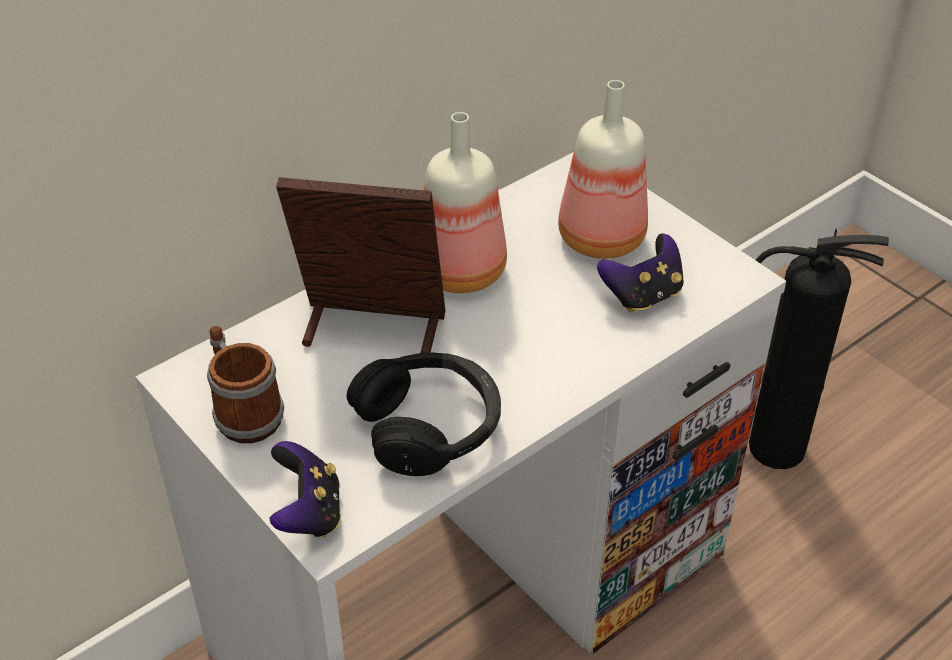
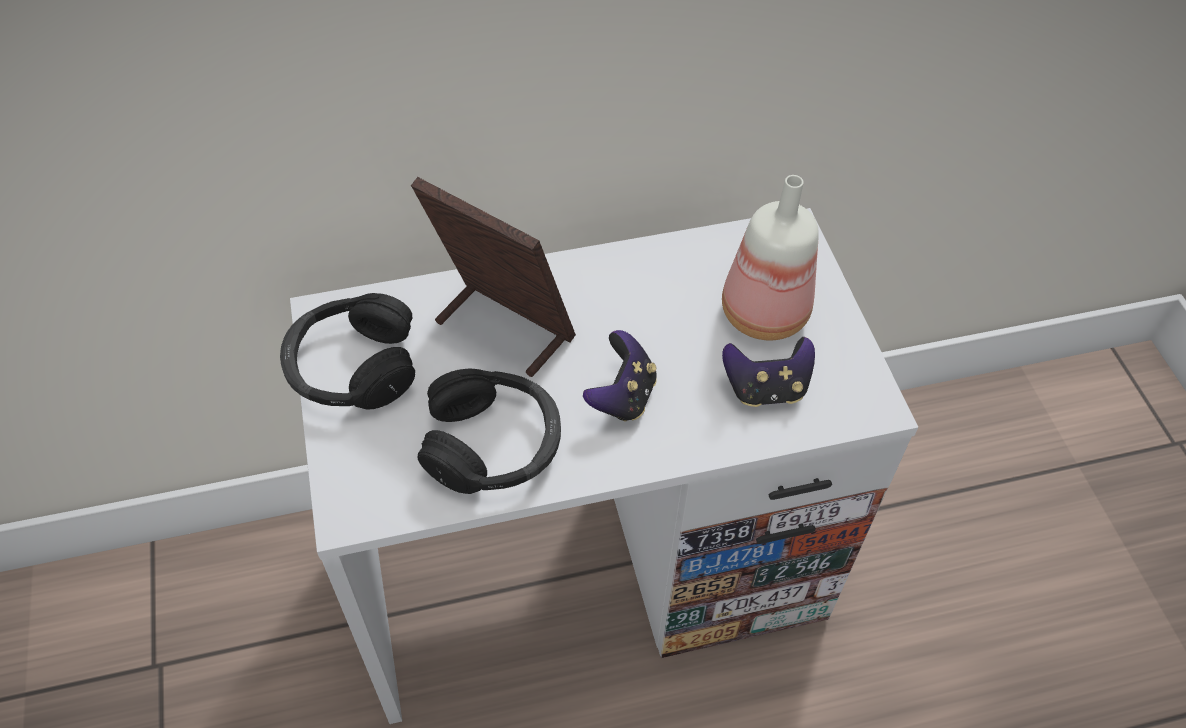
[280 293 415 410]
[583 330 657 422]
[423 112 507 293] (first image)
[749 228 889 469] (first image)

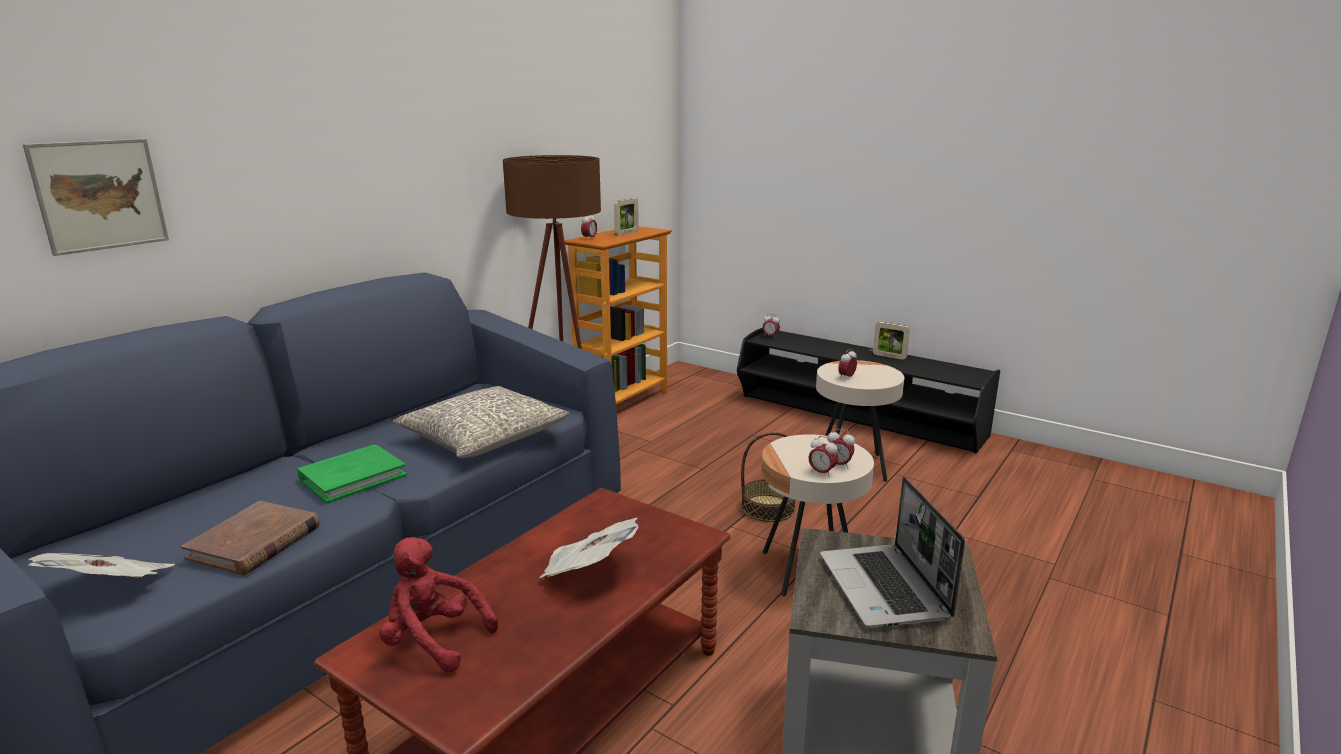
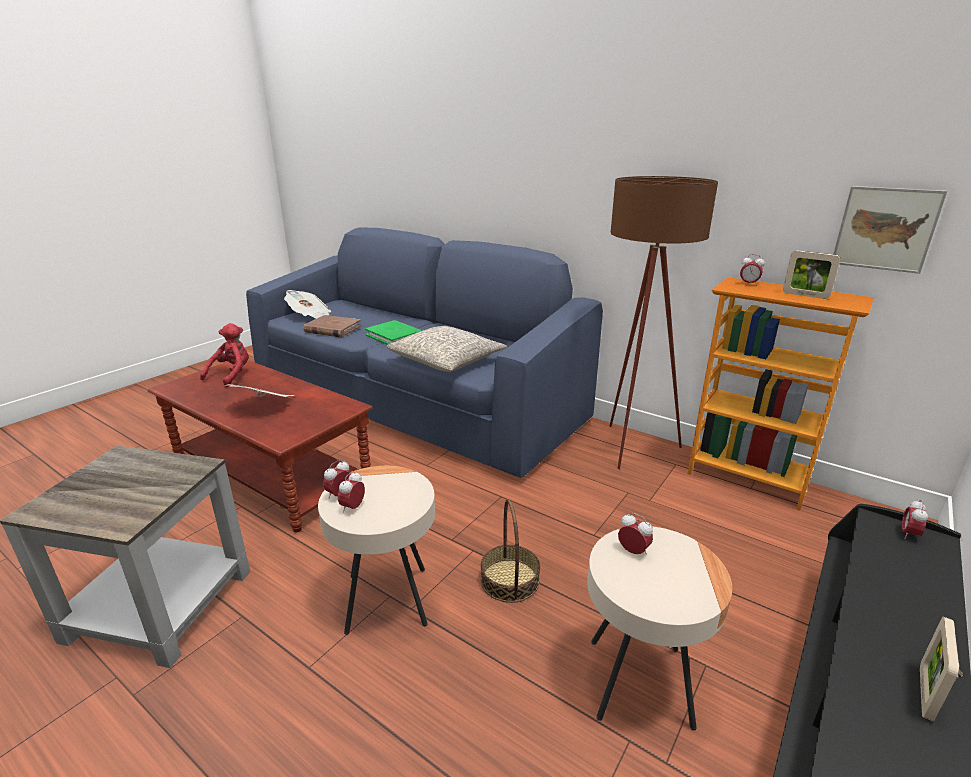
[834 186 947 274]
[820 477 965 628] (first image)

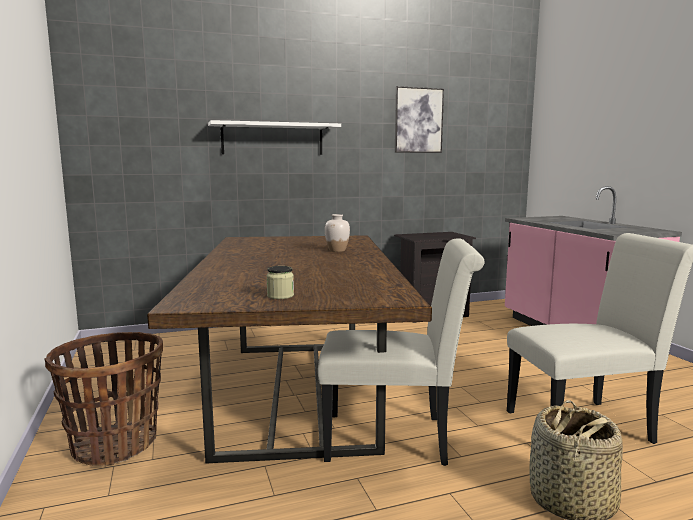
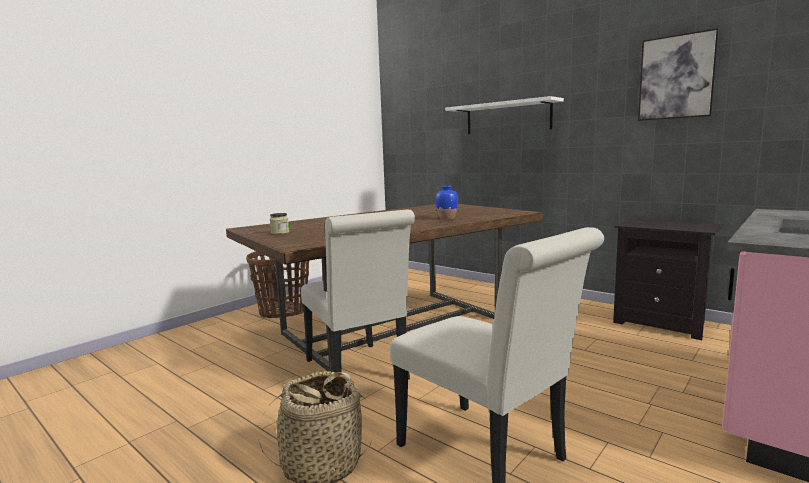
[435 186 458 220]

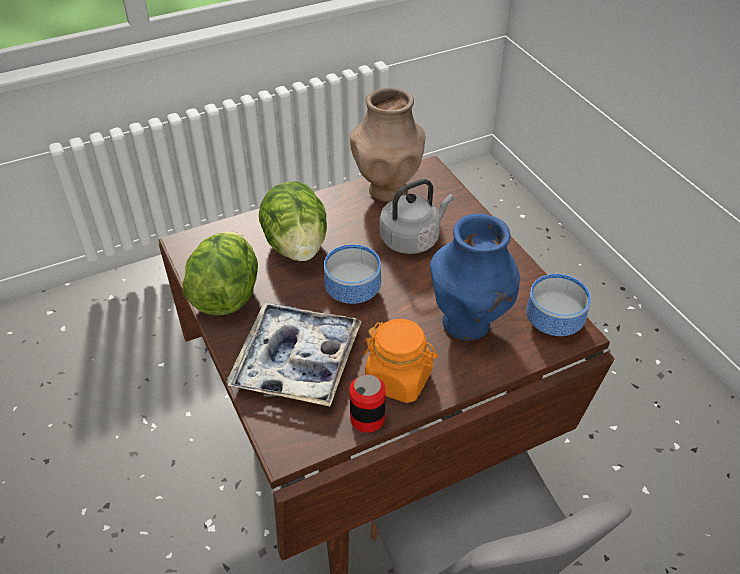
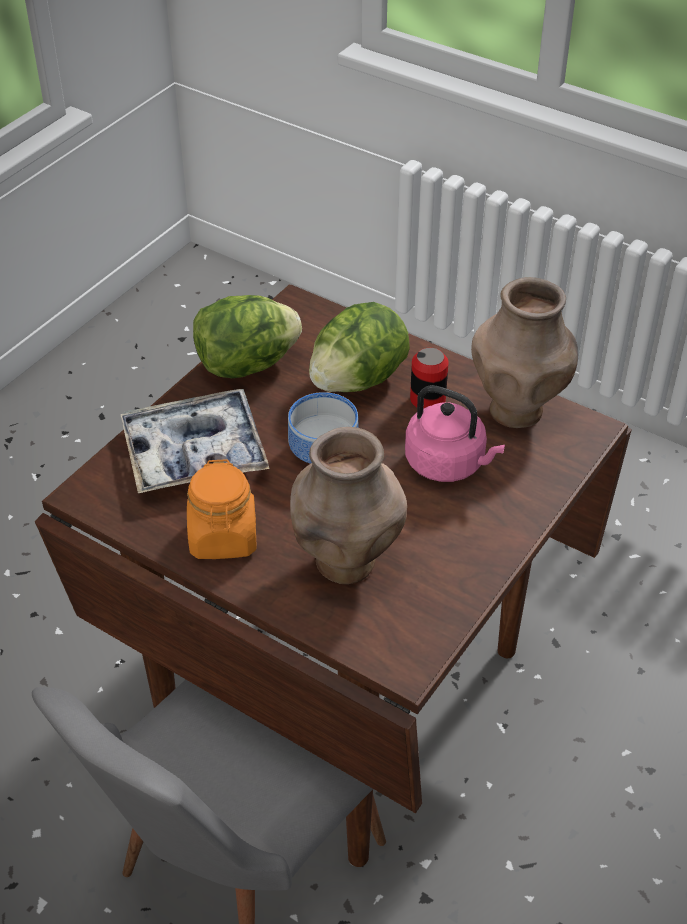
[290 427 407 584]
[405 385 505 482]
[410 348 449 408]
[526 274 591 336] (first image)

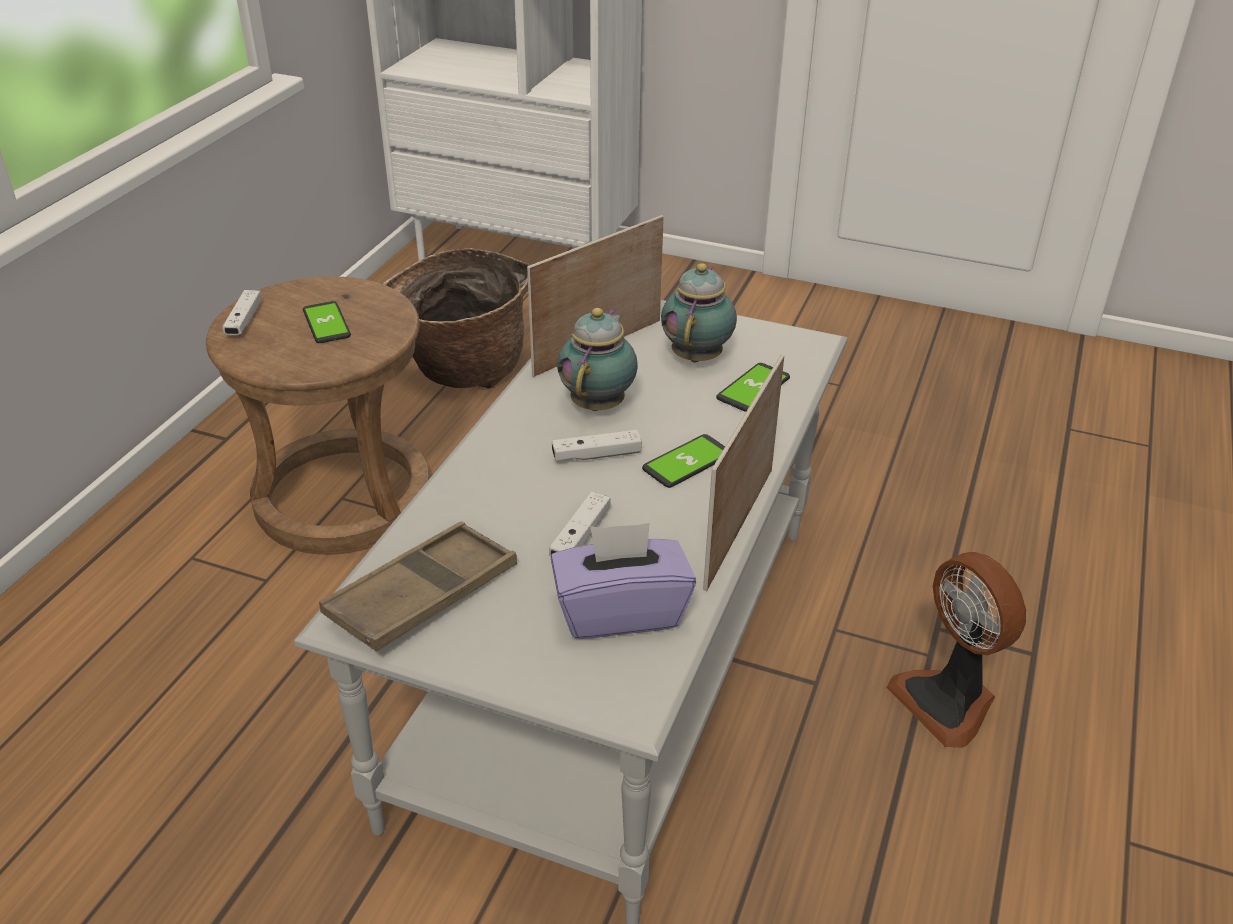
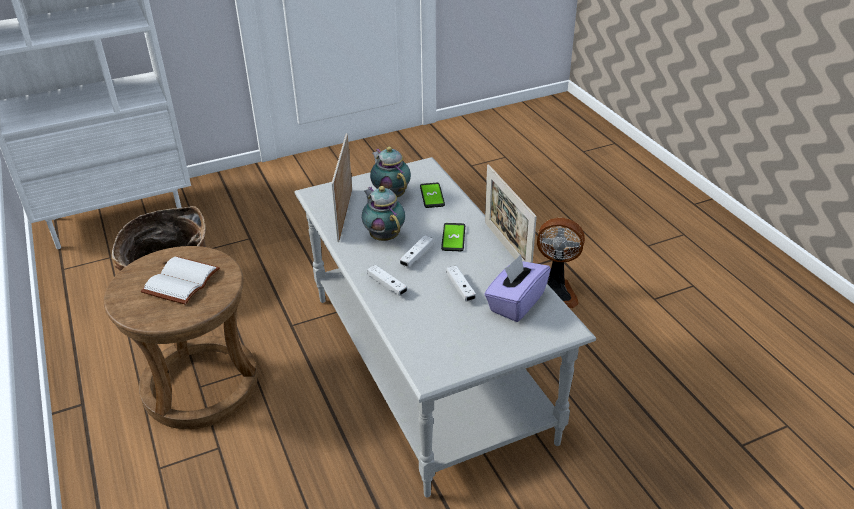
[141 257 220 305]
[367 265 408 296]
[319 521 517 651] (first image)

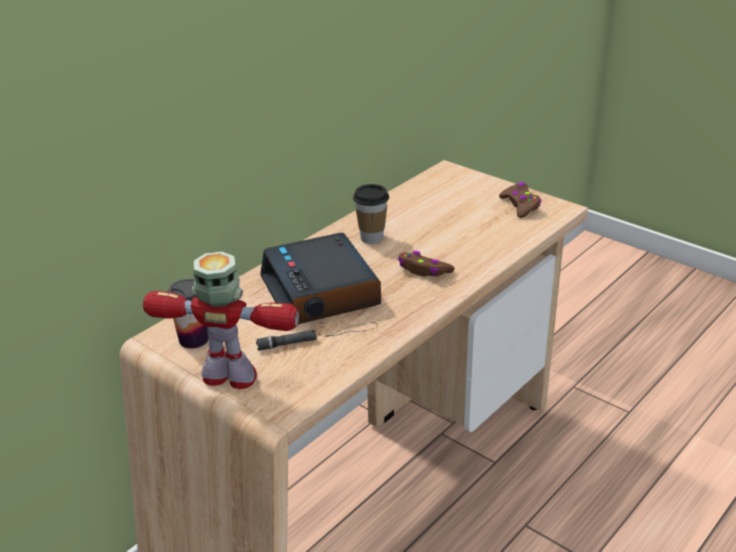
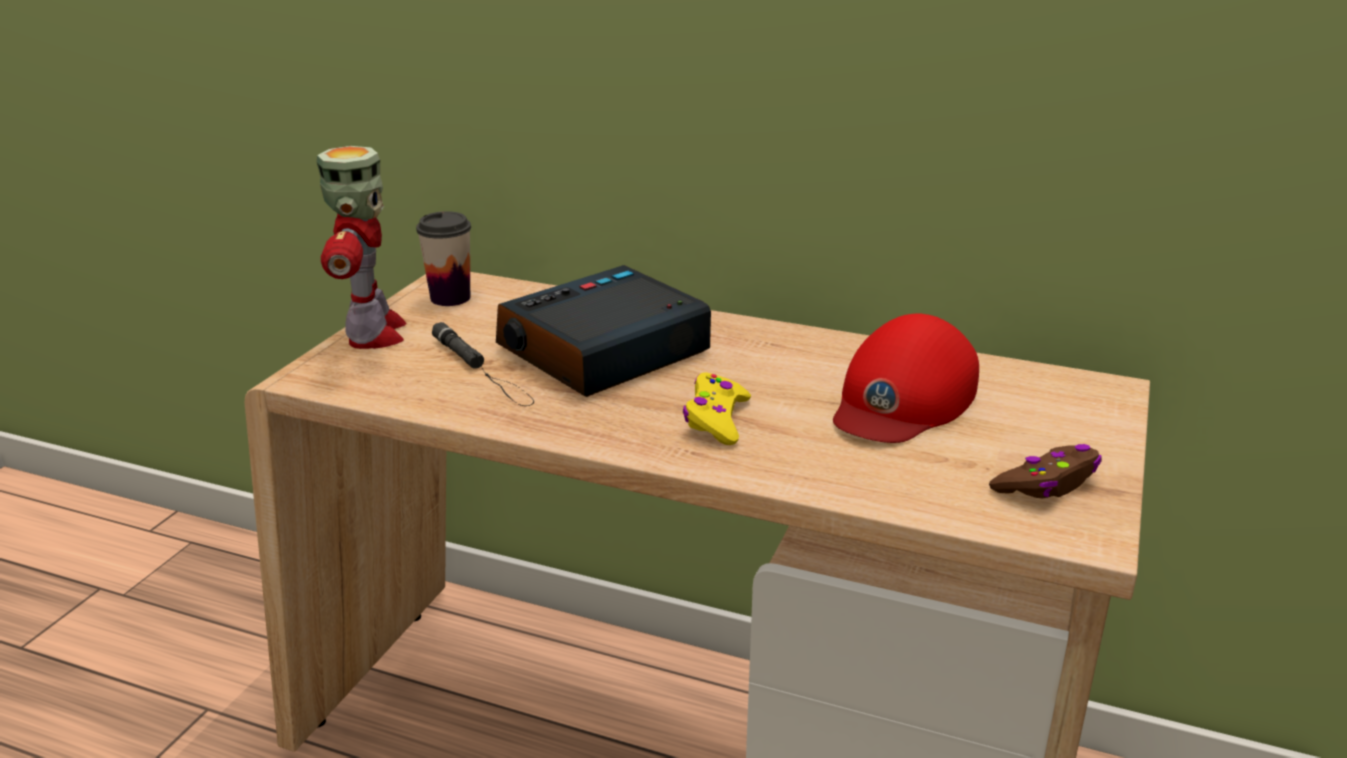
[683 372 751 445]
[833 314 979 443]
[353 184 389 244] (first image)

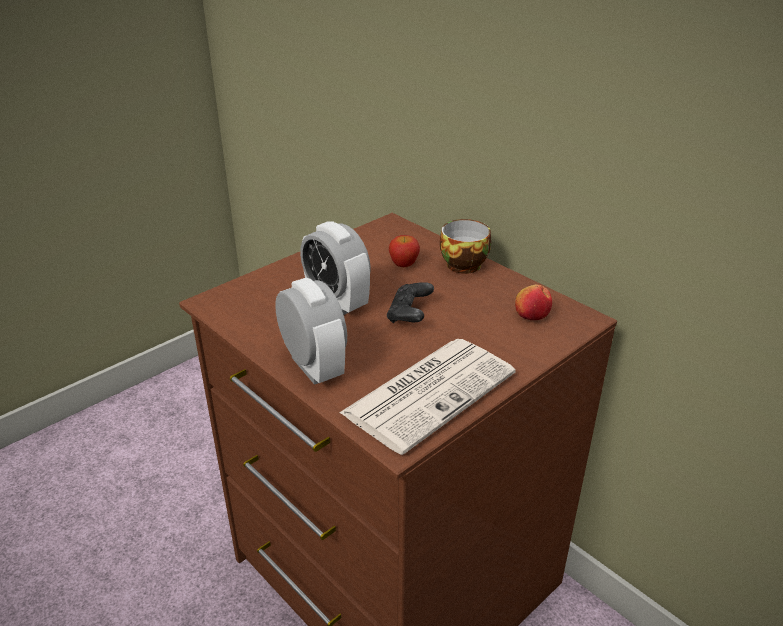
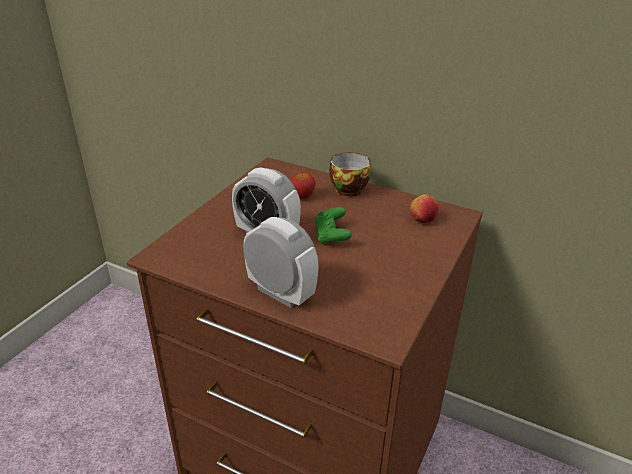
[315 207 352 245]
[339 339 516 455] (first image)

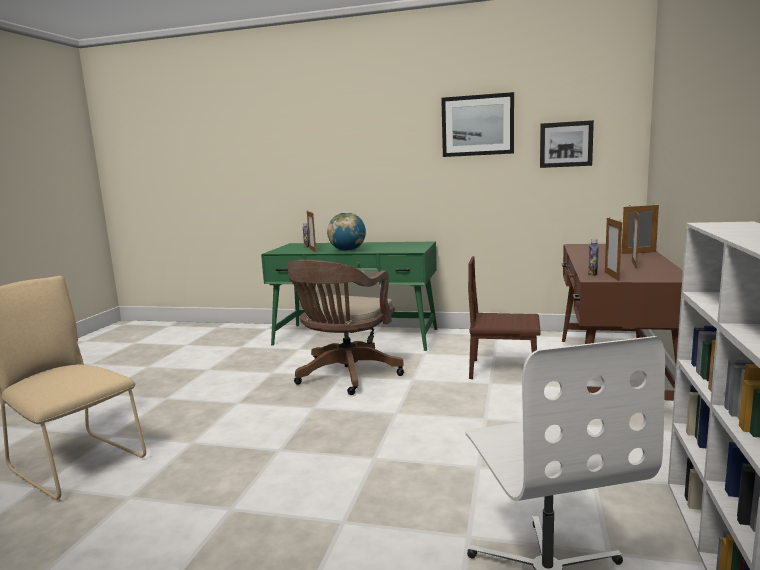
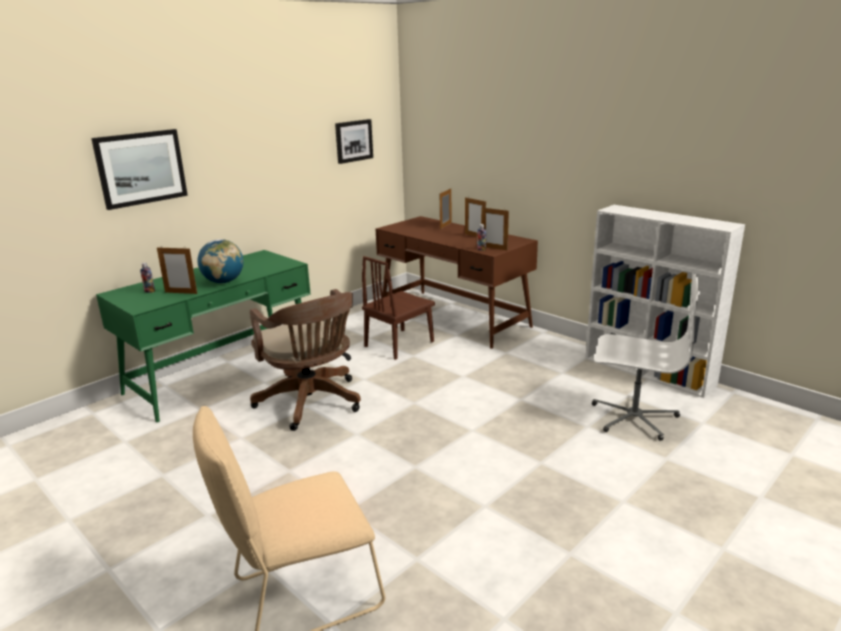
[91 129 188 210]

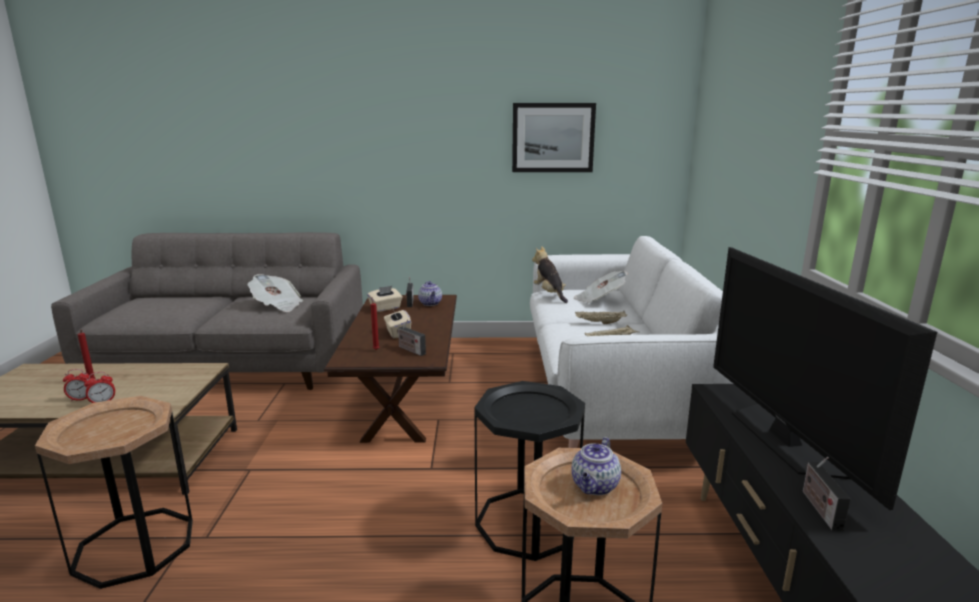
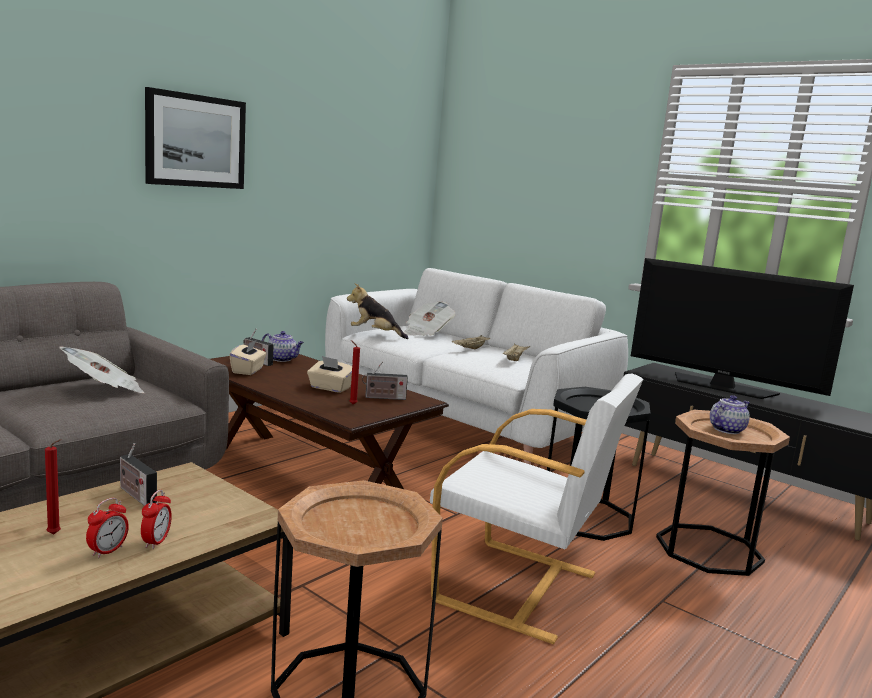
[120 443 157 506]
[145 87 246 189]
[430 373 643 644]
[710 395 750 434]

